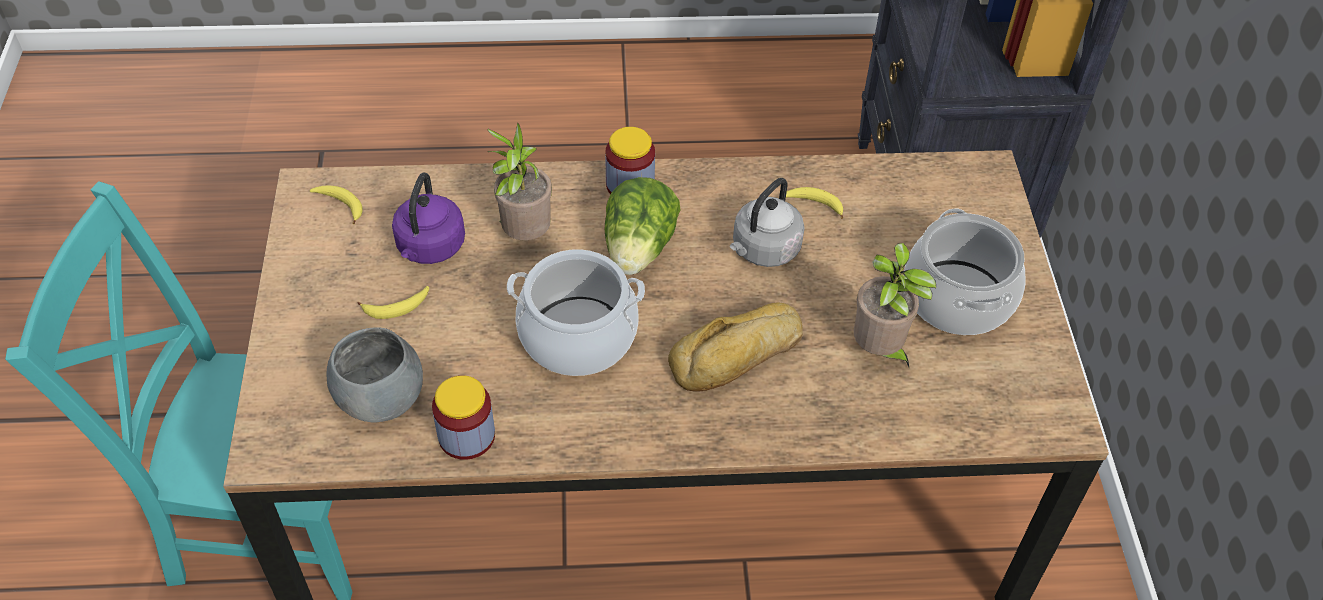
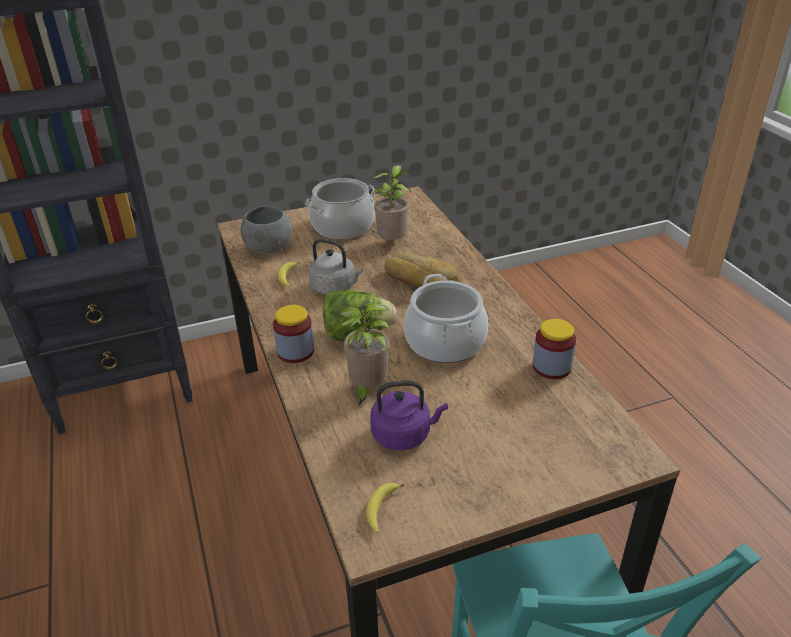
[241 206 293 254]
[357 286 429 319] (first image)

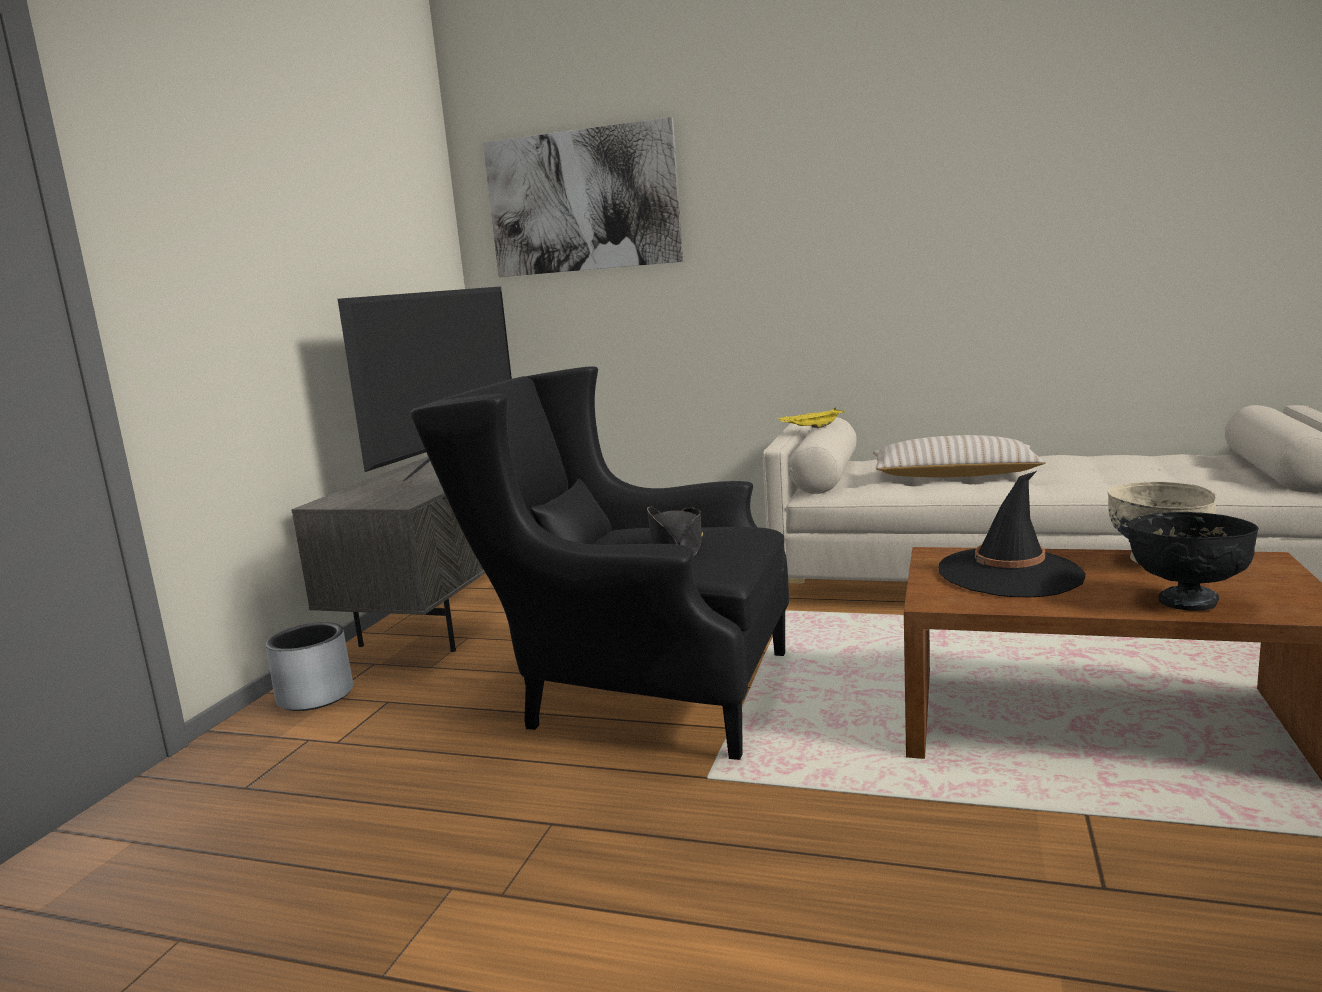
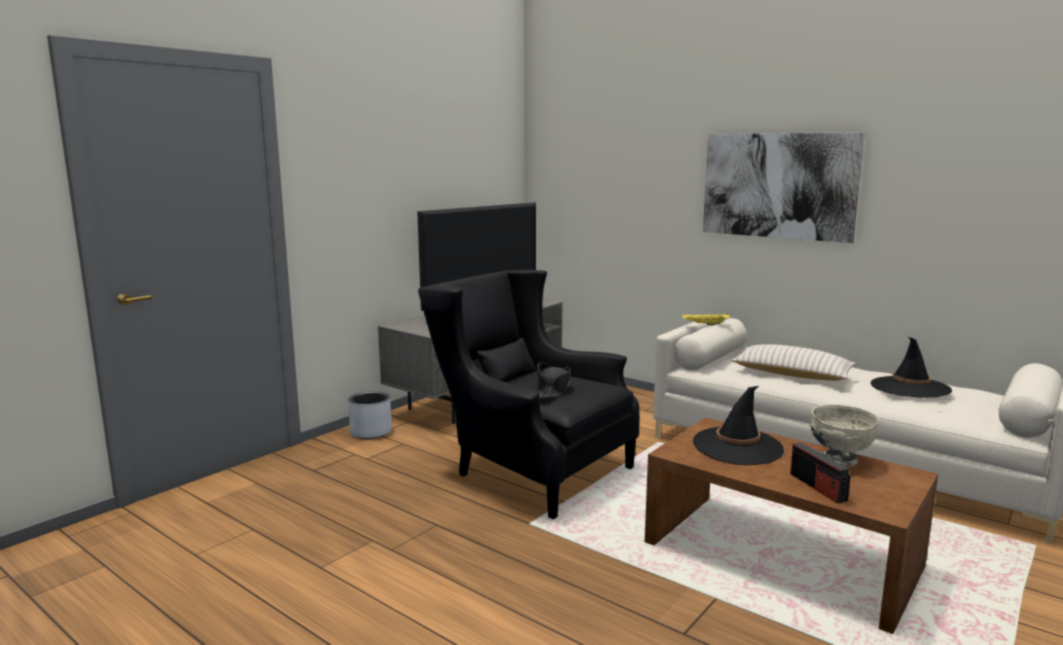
[703 132 865 243]
[790 442 851 503]
[871 337 952 398]

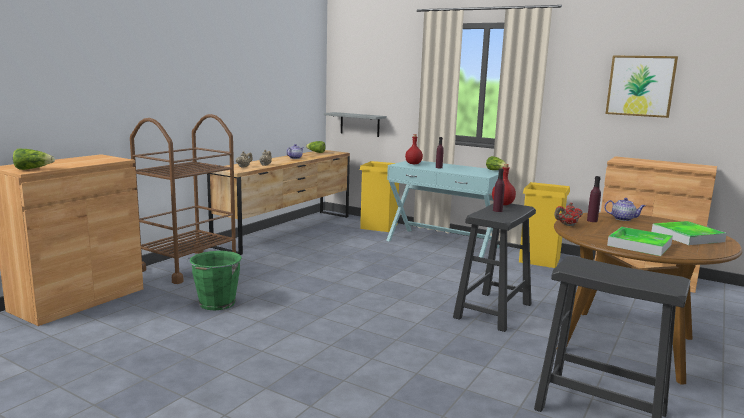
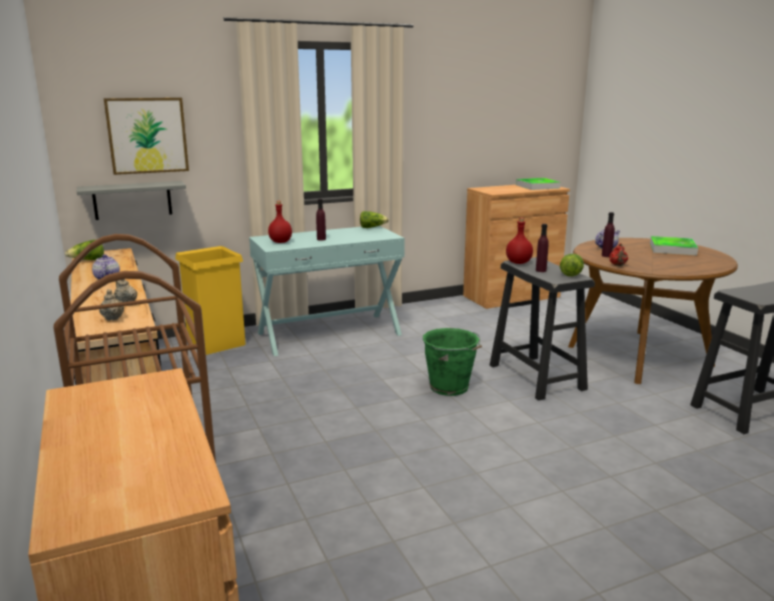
[104 98 189 175]
[423 328 482 396]
[516 178 561 190]
[560 254 584 276]
[519 182 570 268] (first image)

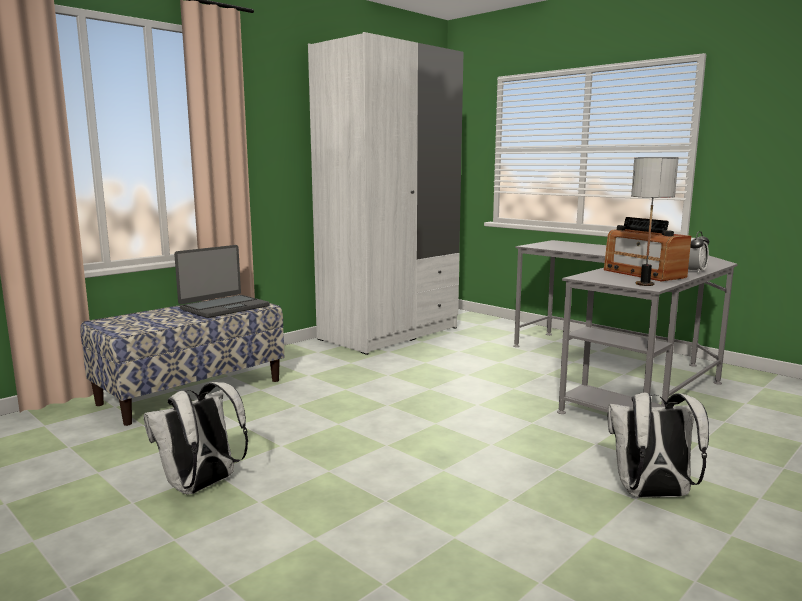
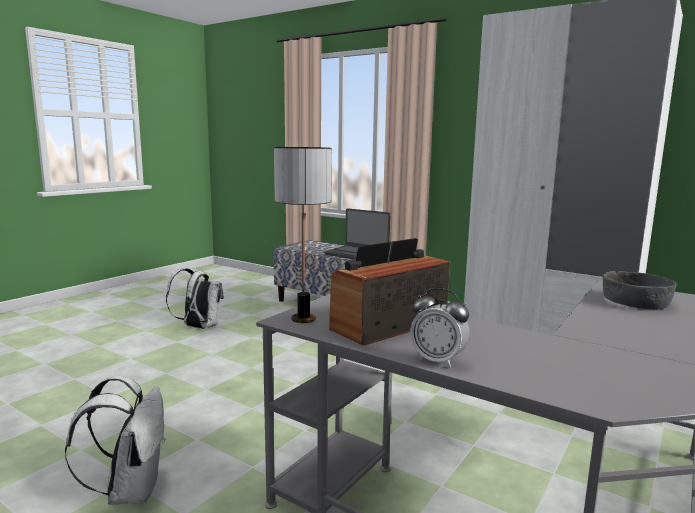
[603 271 677 310]

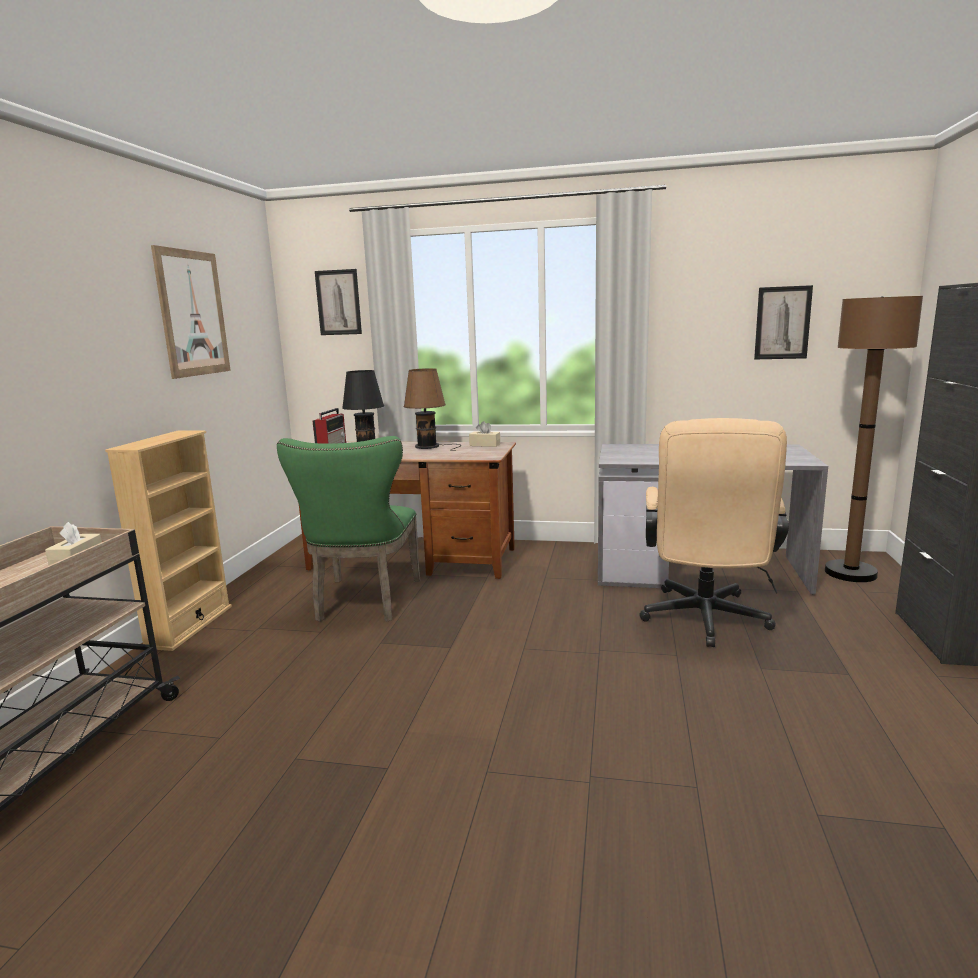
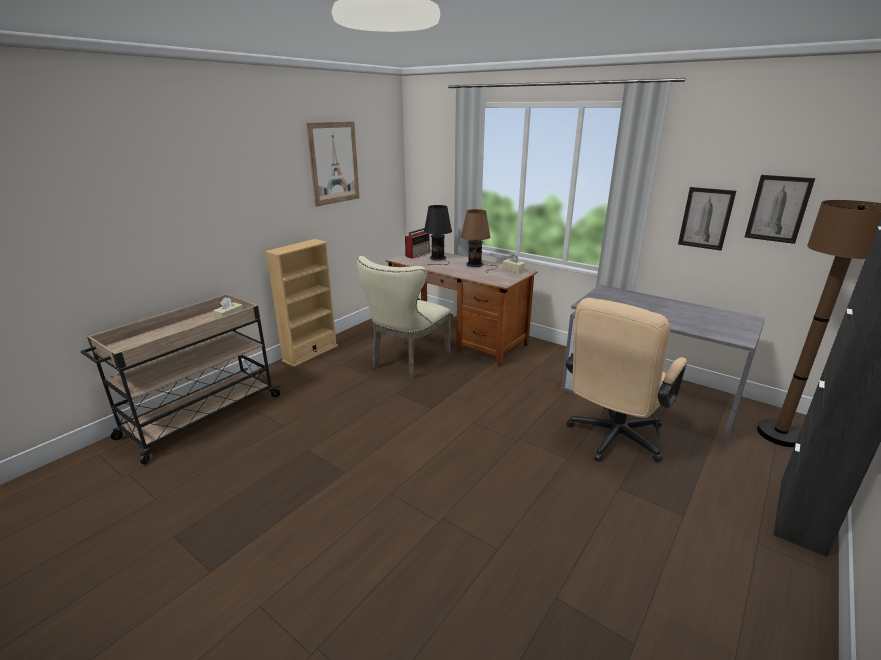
[357 256 451 379]
[678 187 736 251]

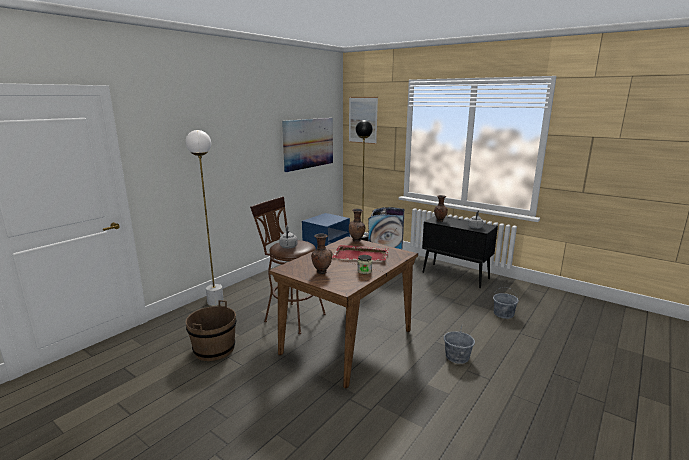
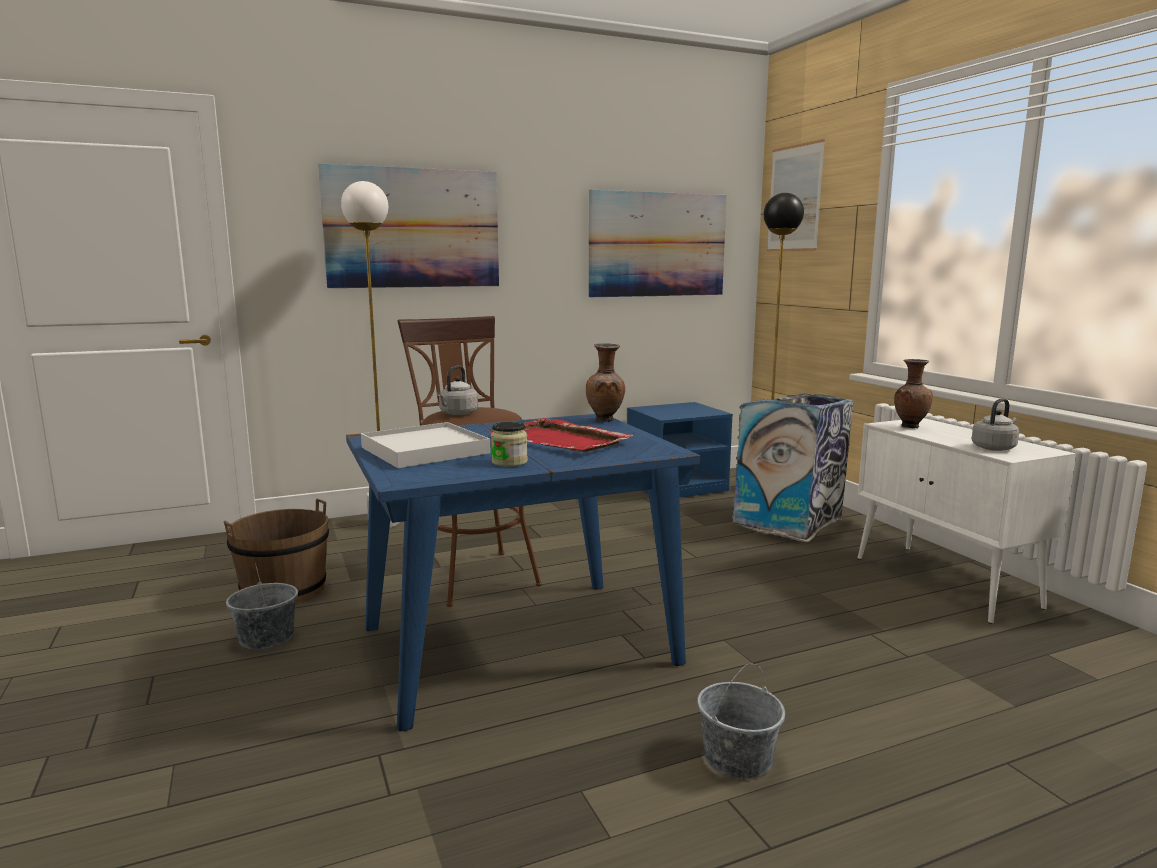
[226 563 298 649]
[318 163 499 288]
[346 414 701 731]
[361 422 491 468]
[858 418 1076 624]

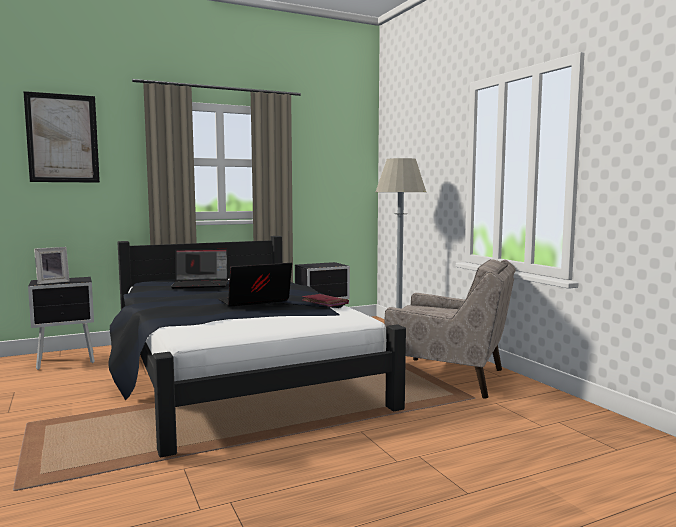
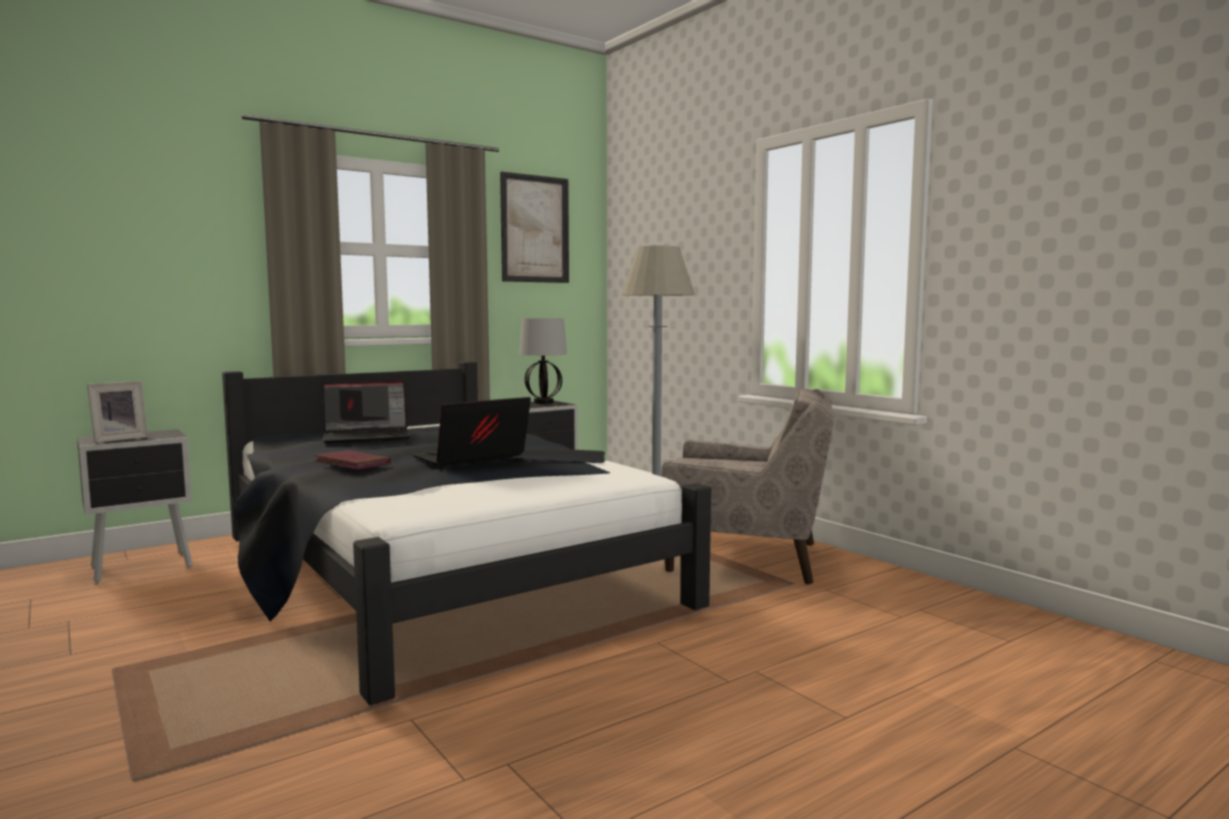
[314 450 391 470]
[500 172 569 283]
[519 318 567 404]

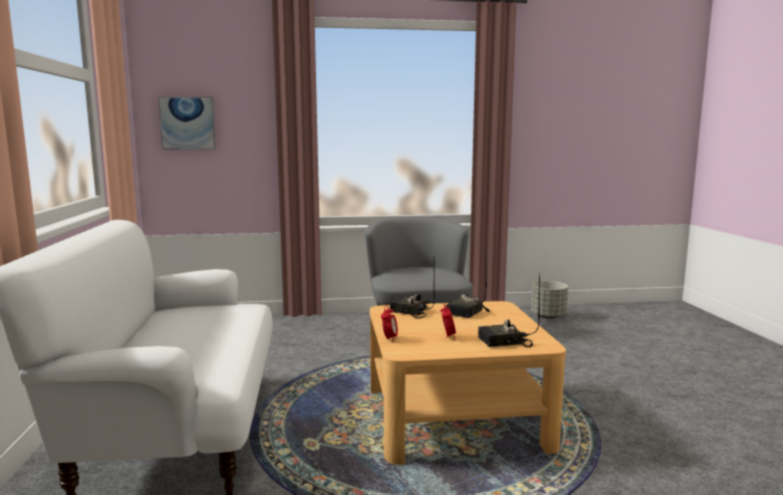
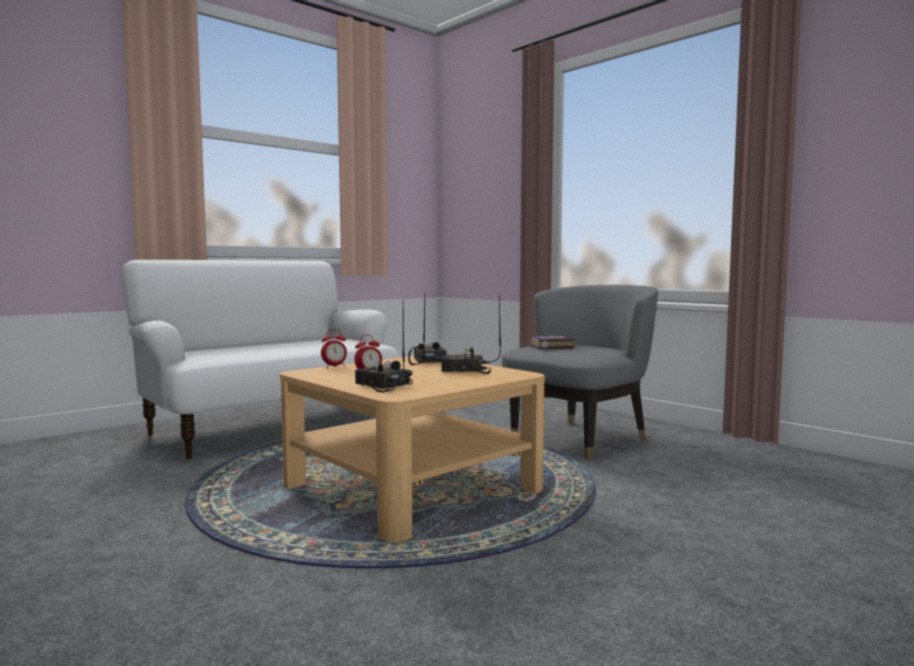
[530 336 575 349]
[158 96 216 150] (first image)
[531 281 568 319] (first image)

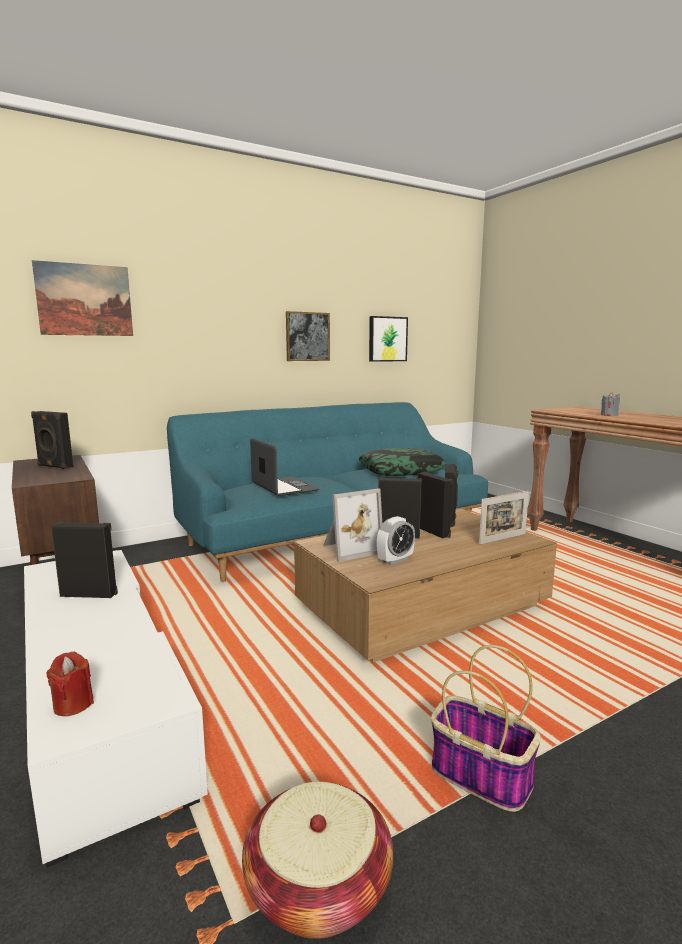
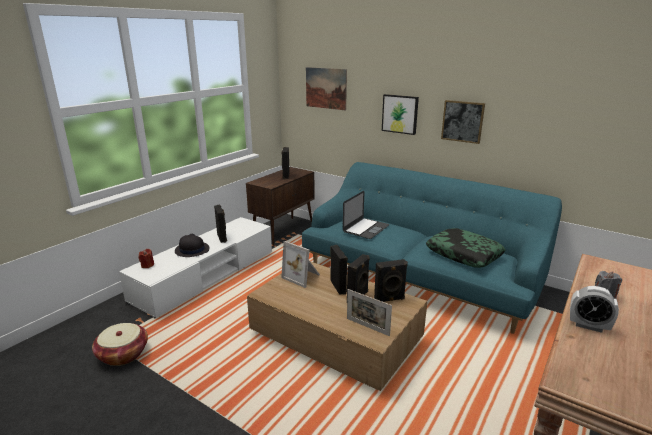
[175 234 209 257]
[382 94 419 135]
[570 286 619 333]
[431 645 541 812] (first image)

